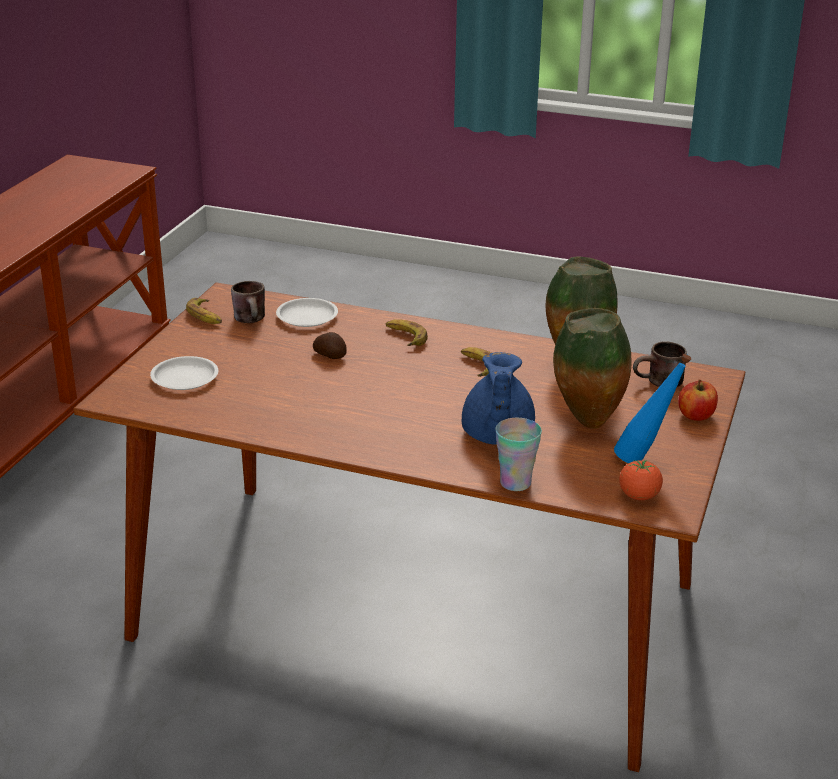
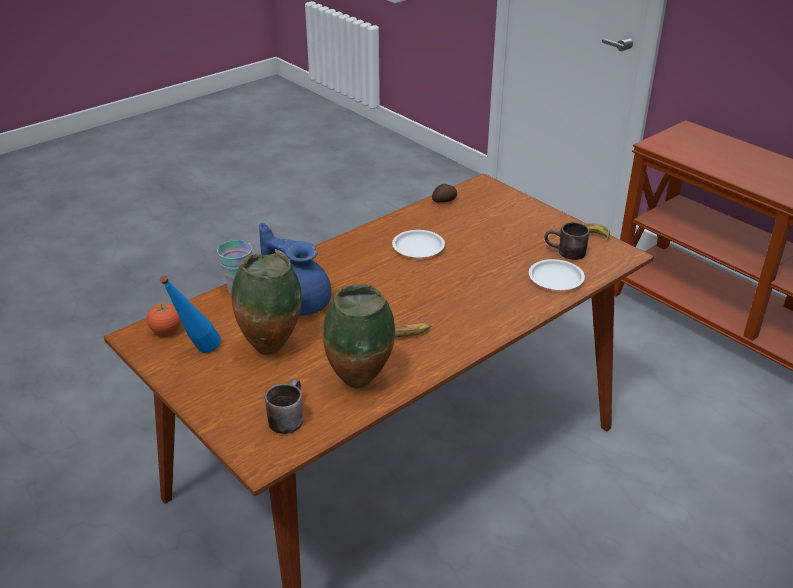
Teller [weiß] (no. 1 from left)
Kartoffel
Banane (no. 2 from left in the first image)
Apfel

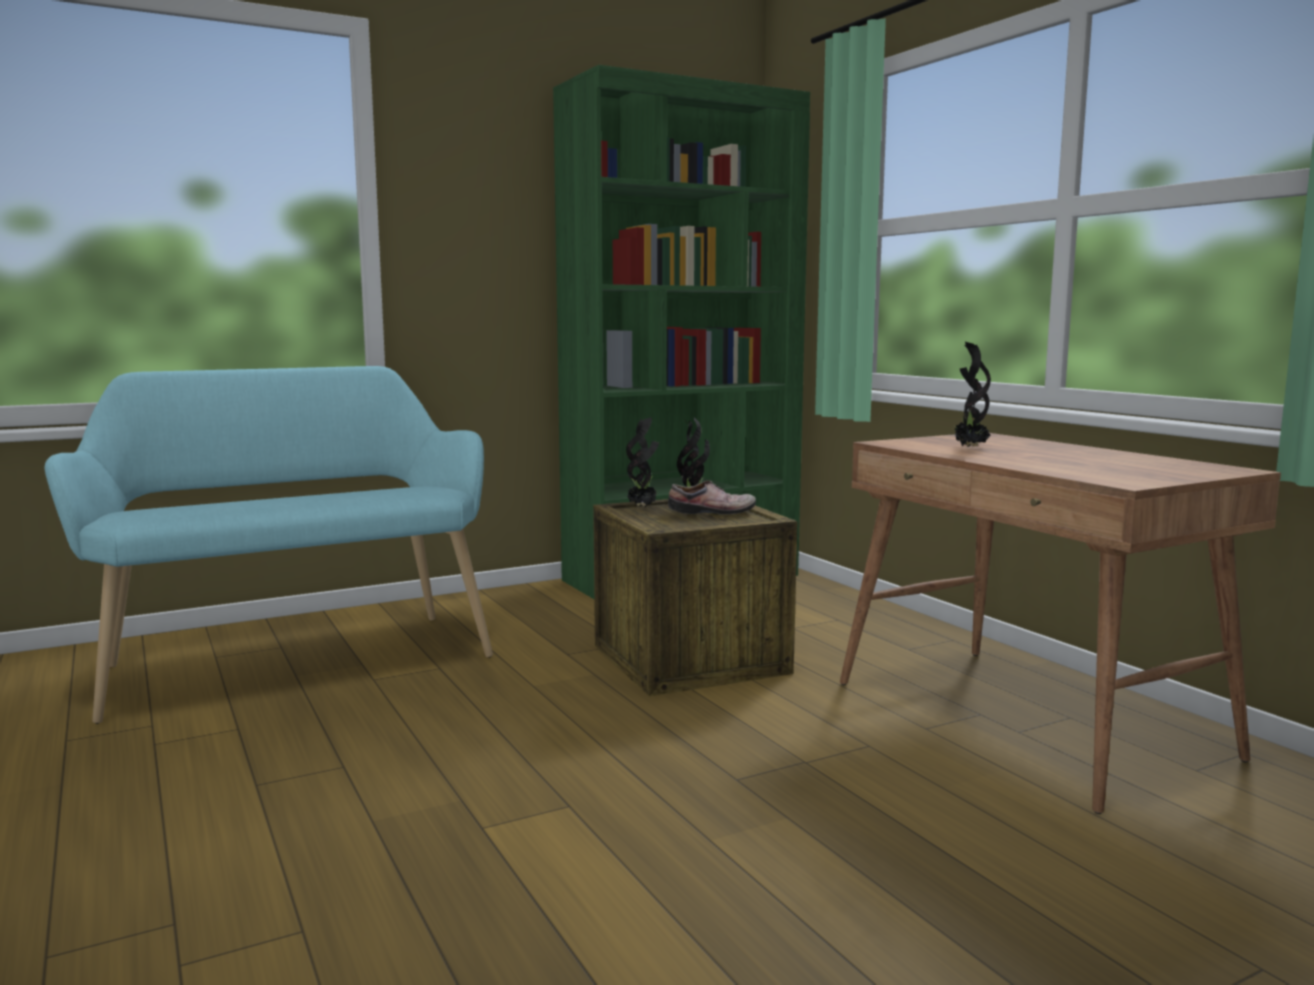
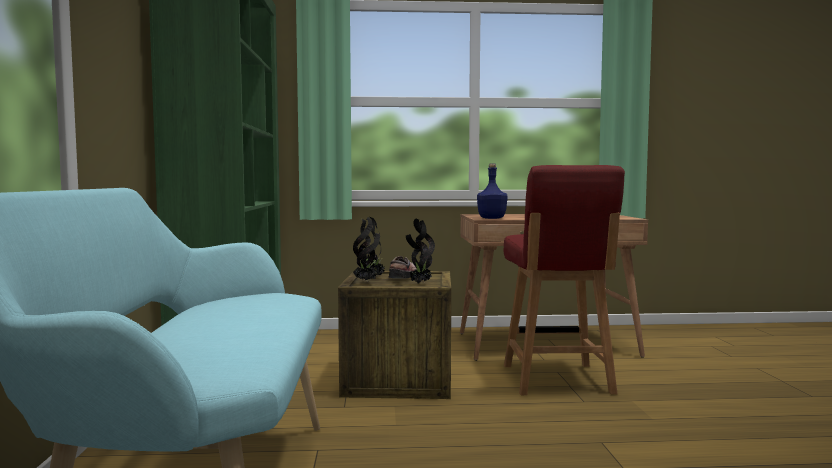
Topfpflanze (no. 3 from left)
Flasche [blau]
Stuhl [rot]

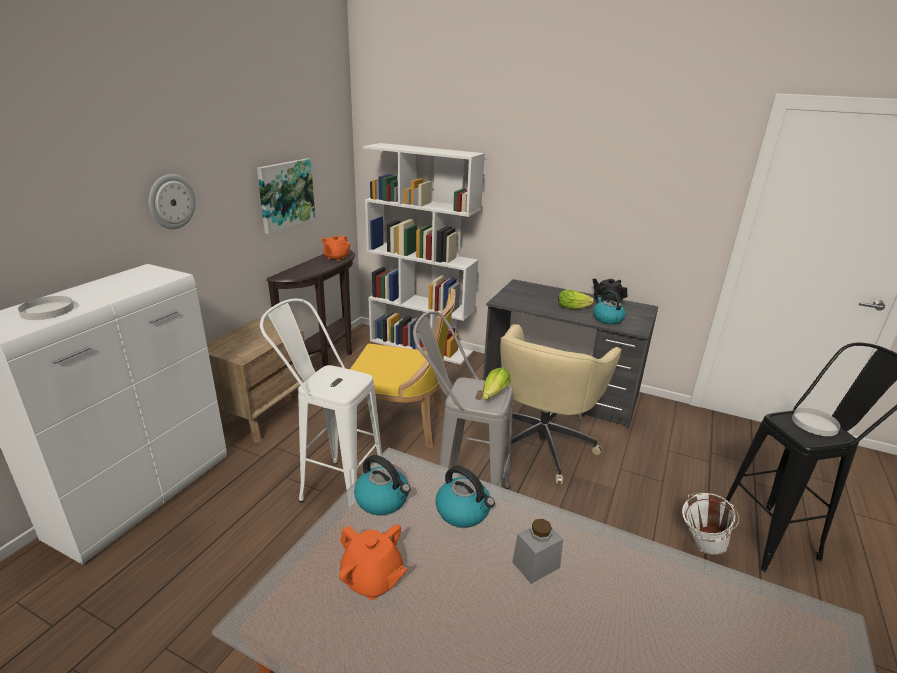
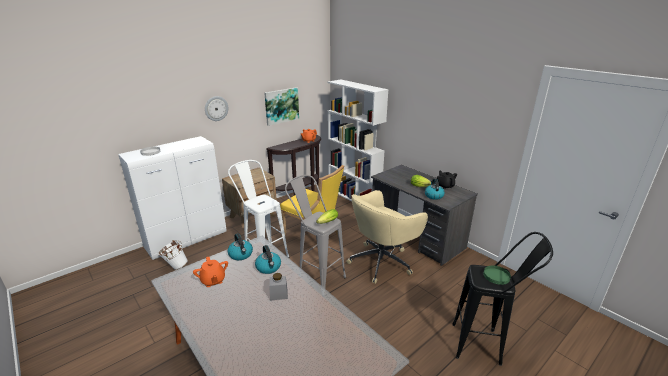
Eimer [weiß]
Teller [grün]

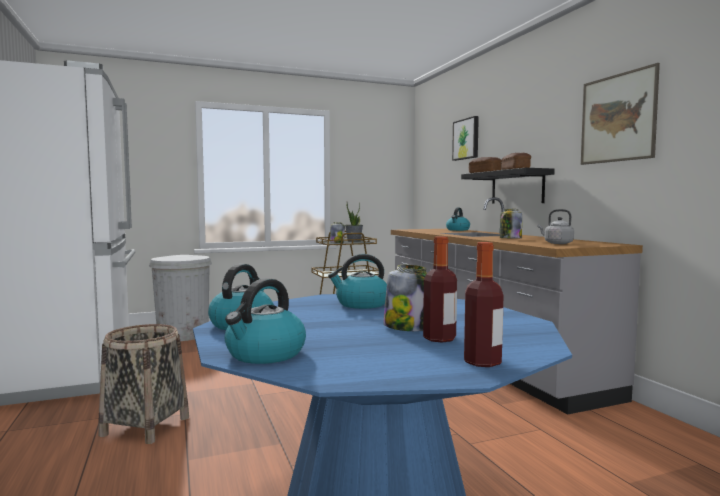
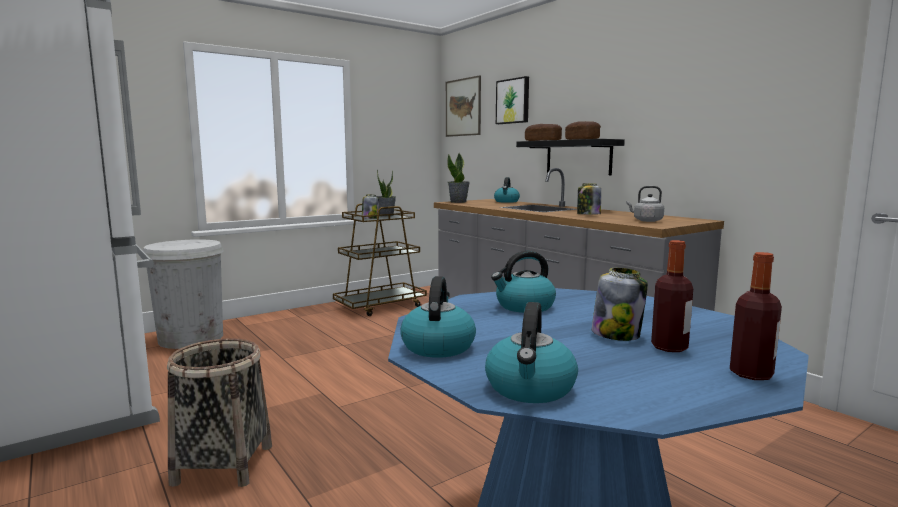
Bild (no. 1 from left)
Topfpflanze (no. 2 from left)

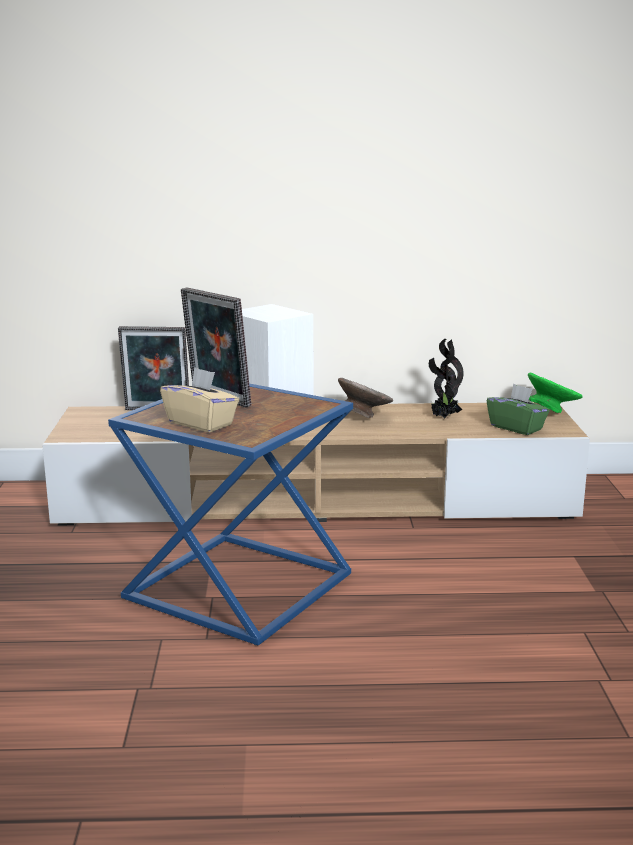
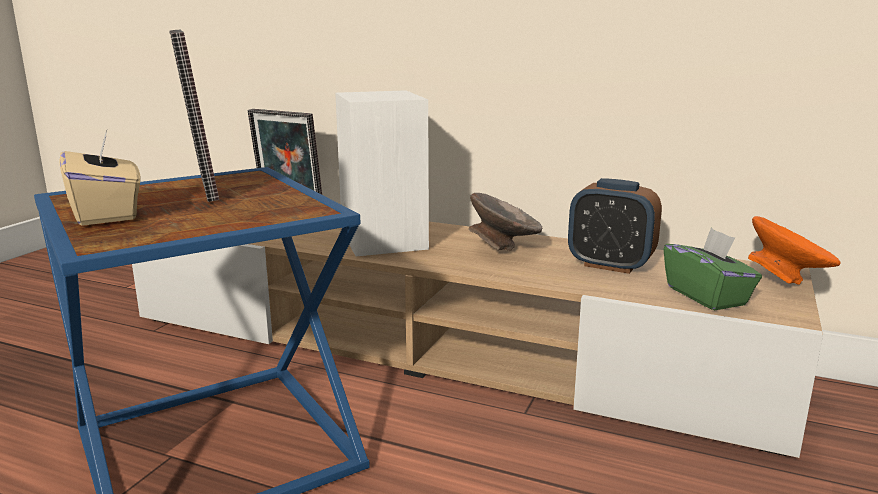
Wecker
Schüssel [orange]

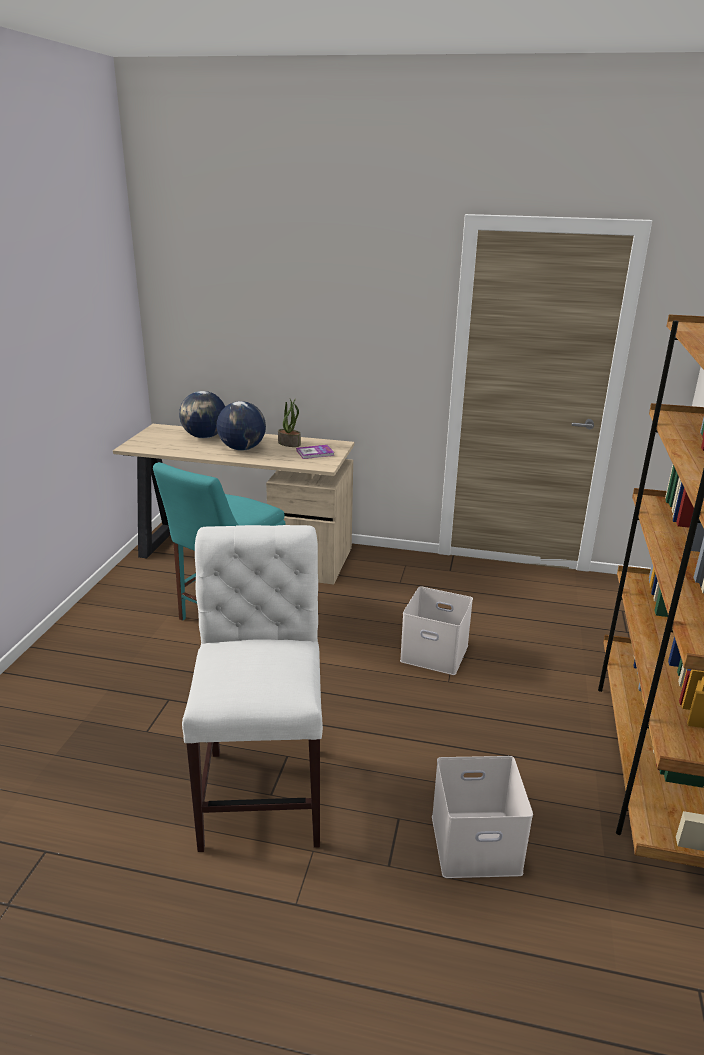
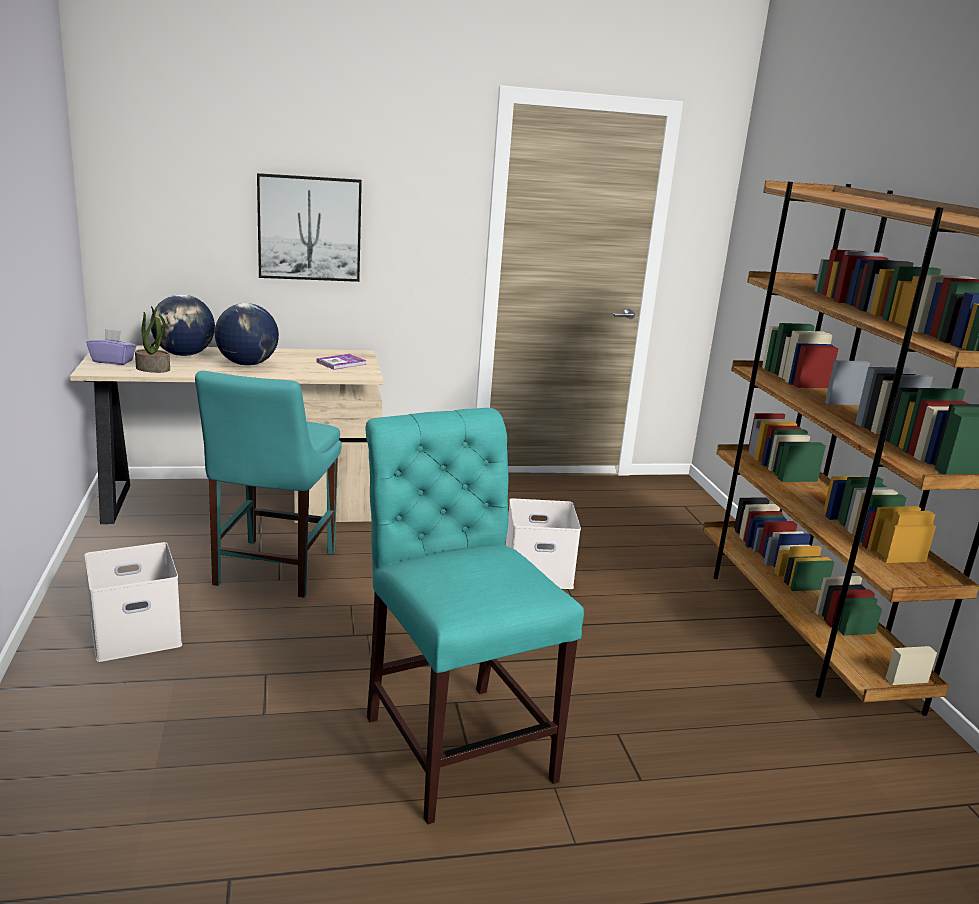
Stuhl [türkis] (no. 2 from left)
Topfpflanze
Aufbewahrungsbox [weiß] (no. 1 from left)
Taschentuchbox [lila]
Bild

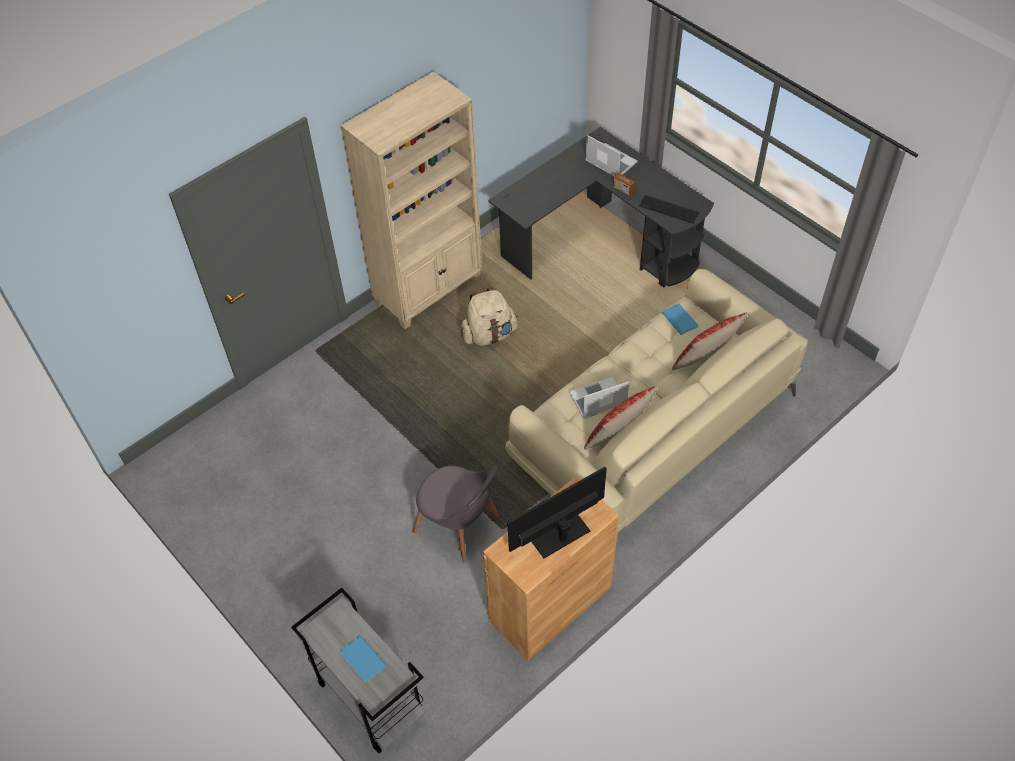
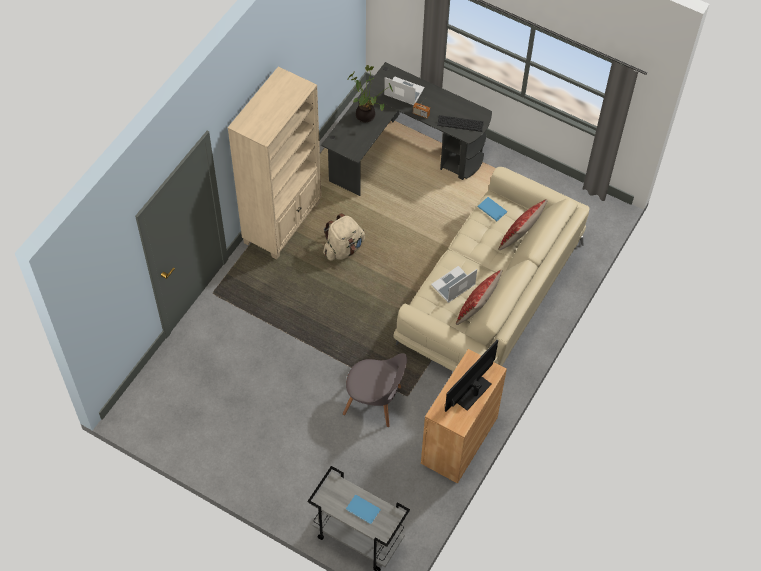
Topfpflanze

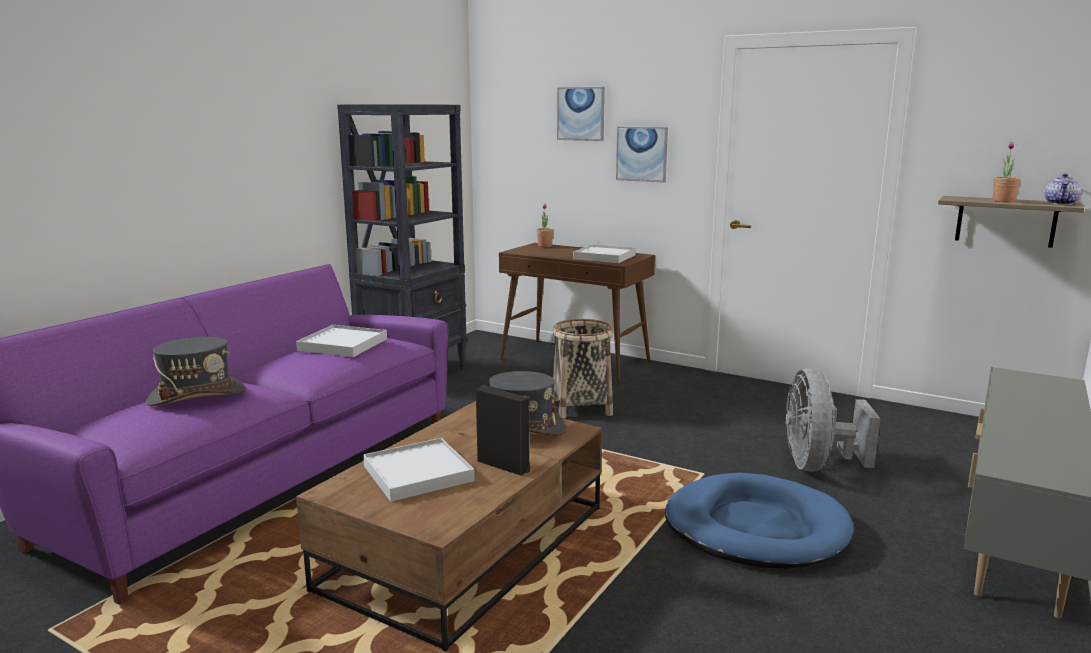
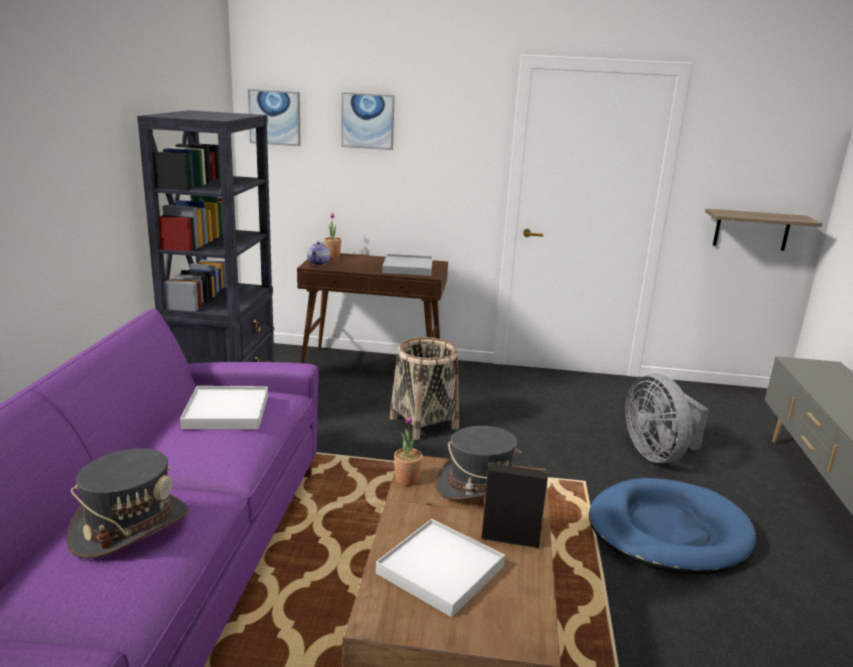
Bild (no. 1 from left)
Topfpflanze (no. 2 from left)
Teekanne

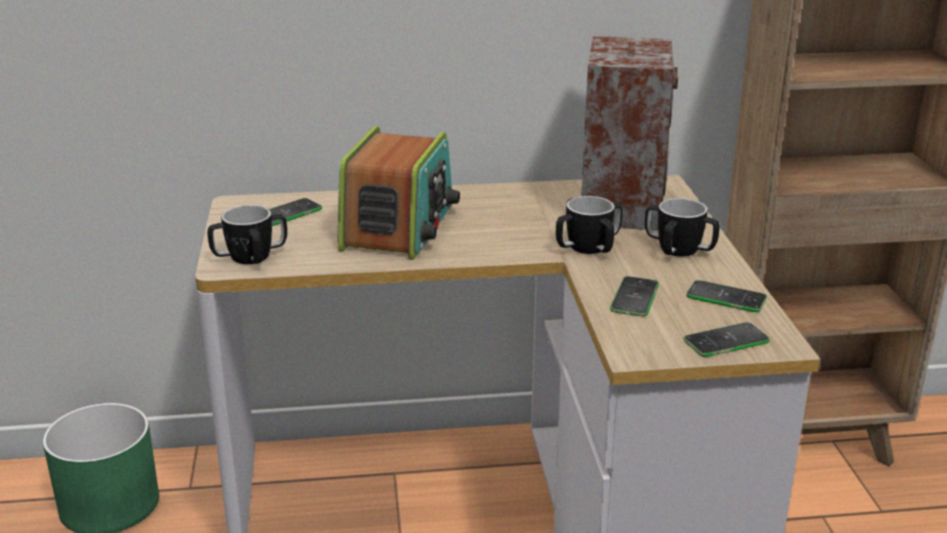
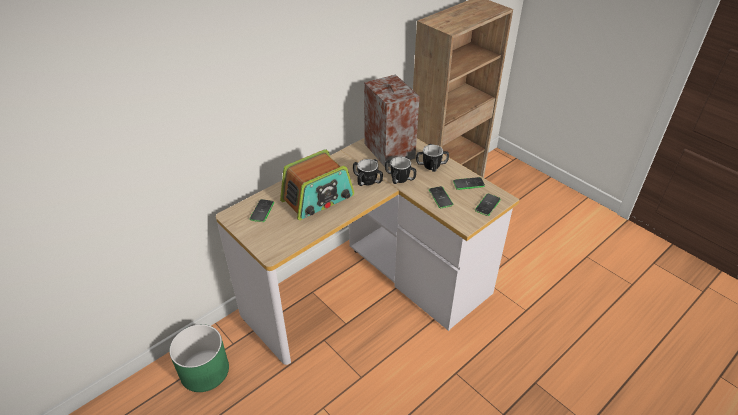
Henkelbecher (no. 1 from left)
Radio

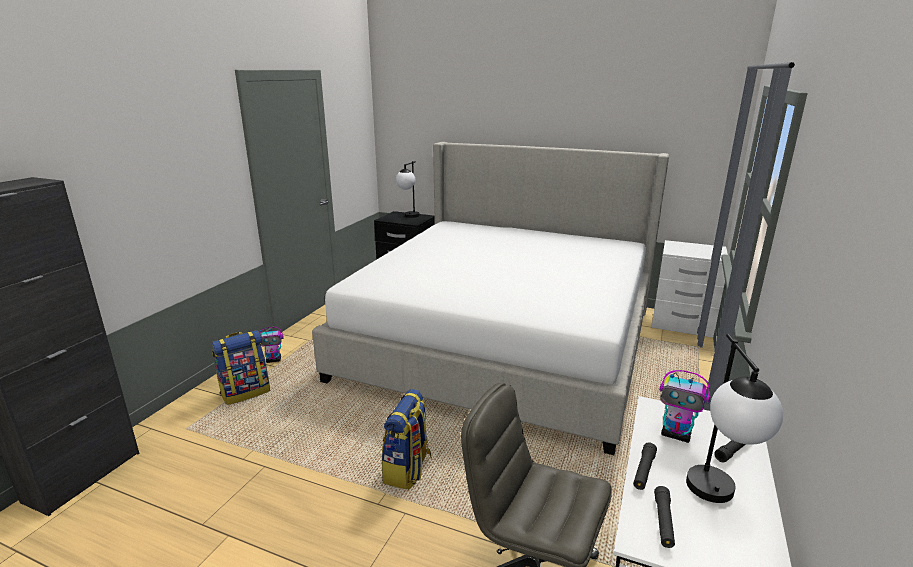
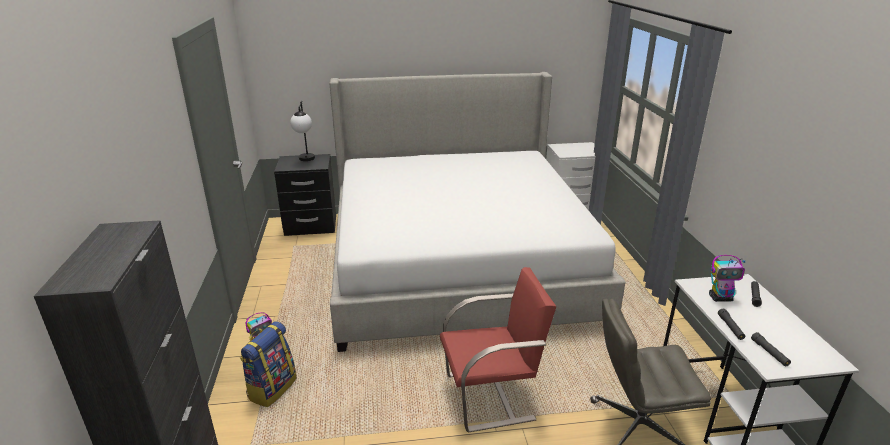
Stuhl [rot]
Tischlampe (no. 2 from left in the first image)

